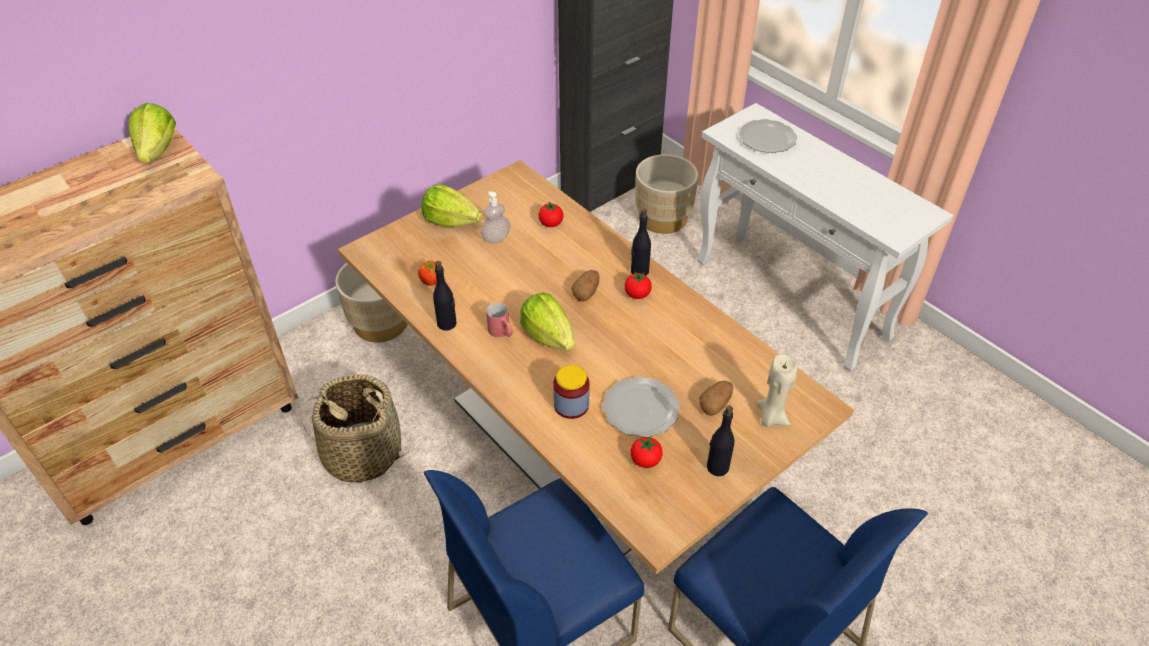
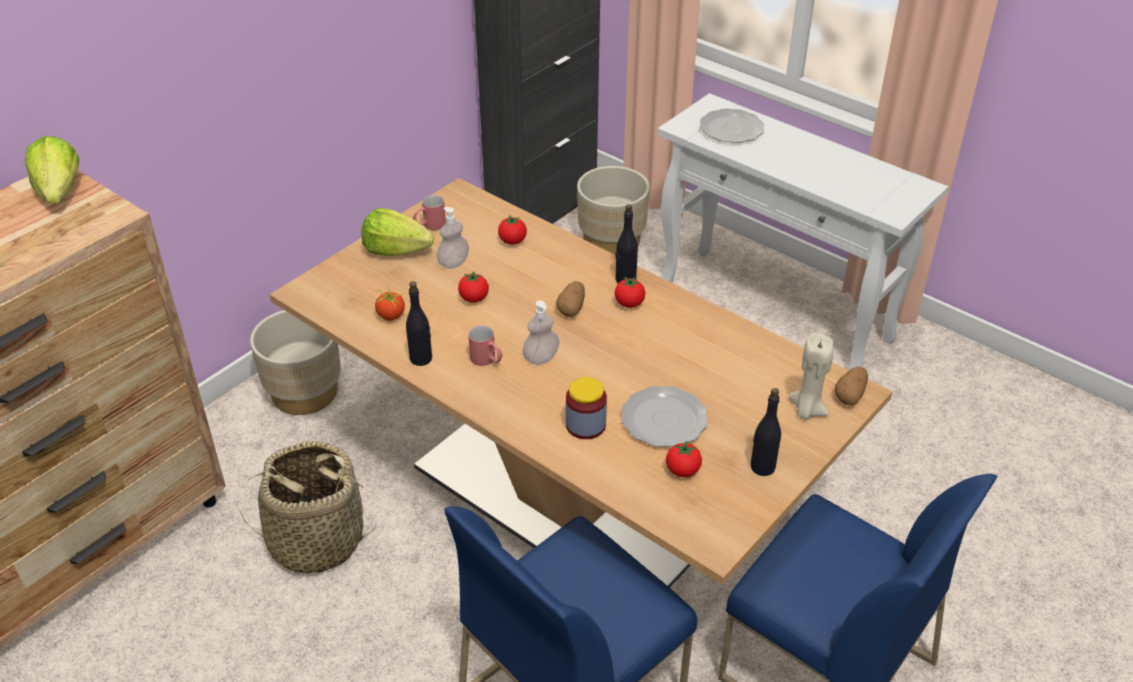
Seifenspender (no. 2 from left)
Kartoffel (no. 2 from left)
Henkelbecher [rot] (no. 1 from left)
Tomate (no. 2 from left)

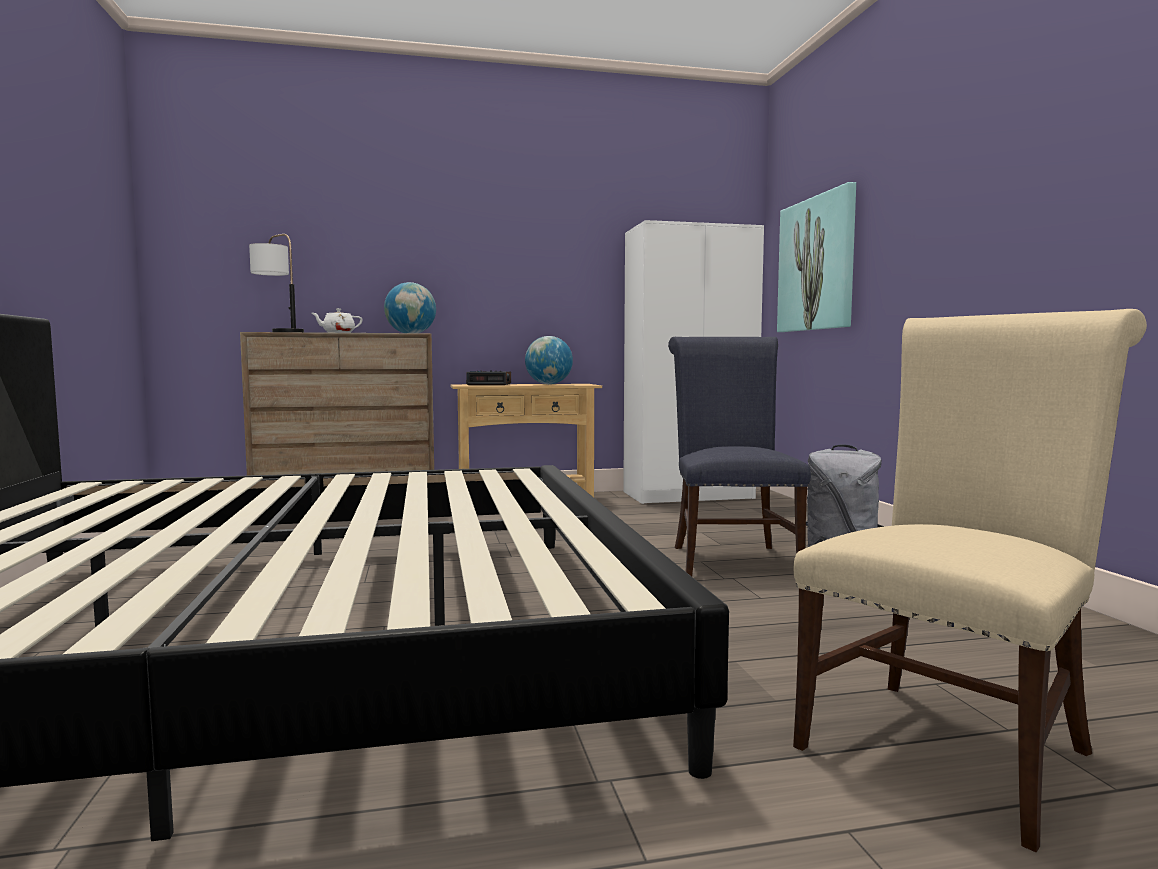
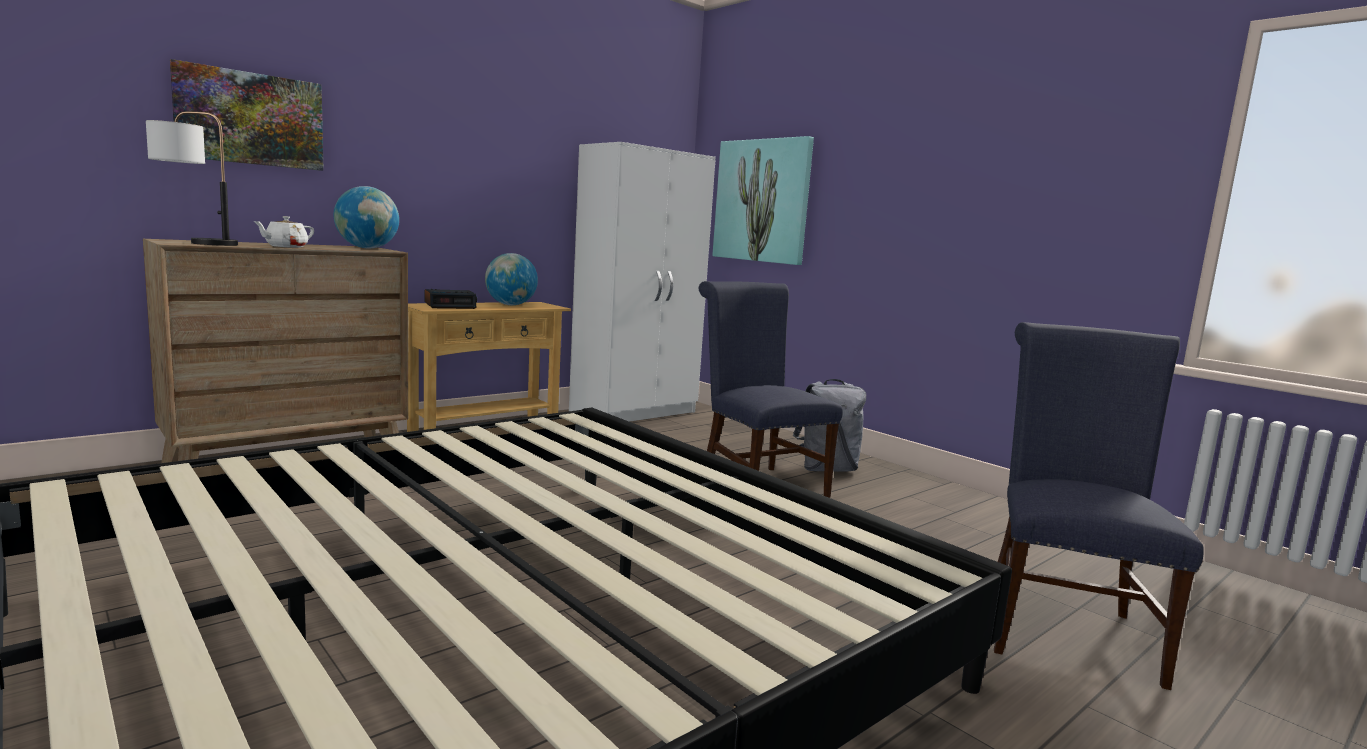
Stuhl [blau] (no. 2 from left)
Bild (no. 1 from left)

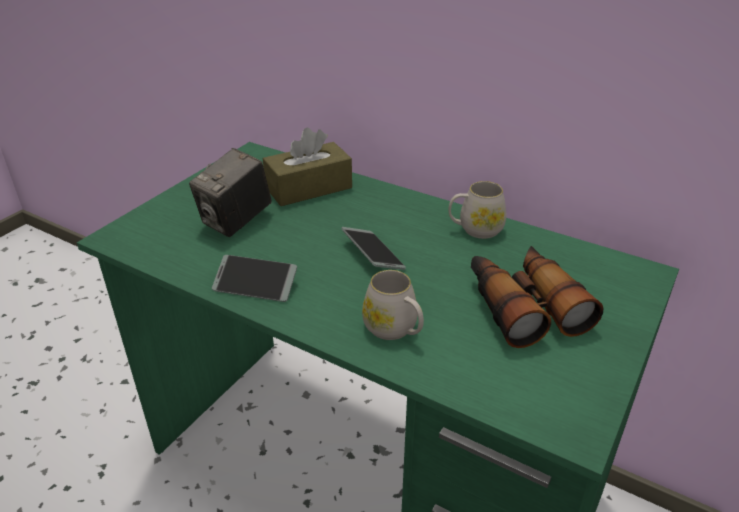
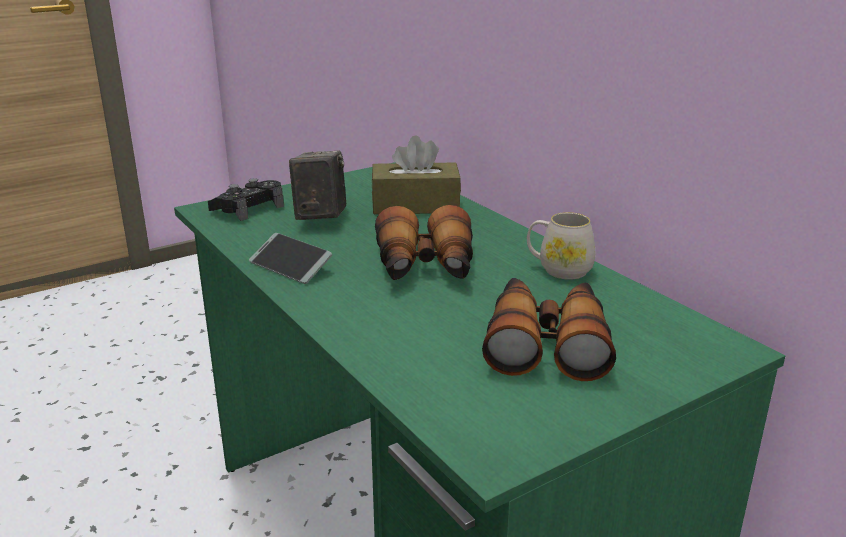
Kamera
Fernglas (no. 1 from left)
Henkelbecher [weiß] (no. 1 from left in the first image)
Gamepad [schwarz]

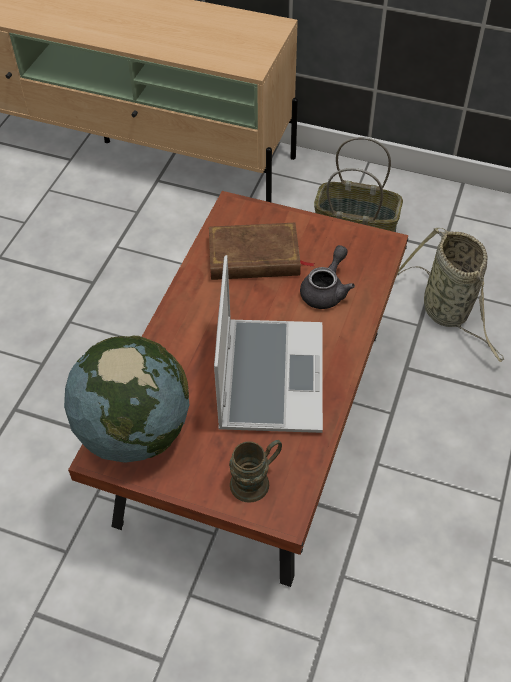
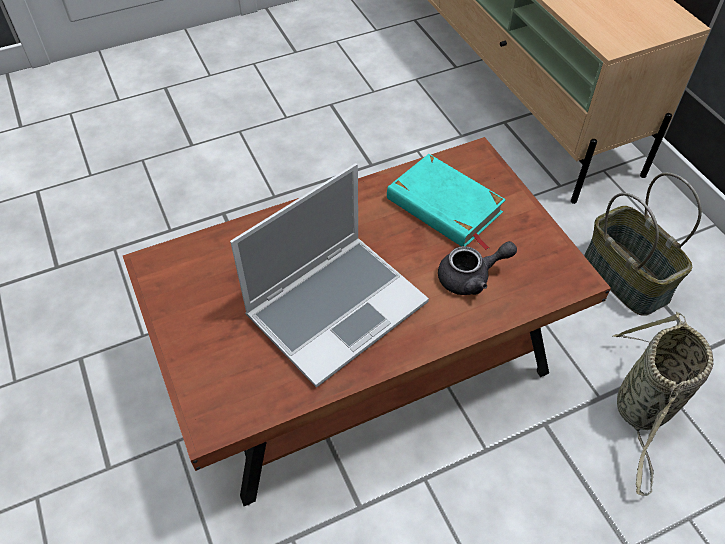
Globus
Buch [türkis]
Henkelbecher [braun]

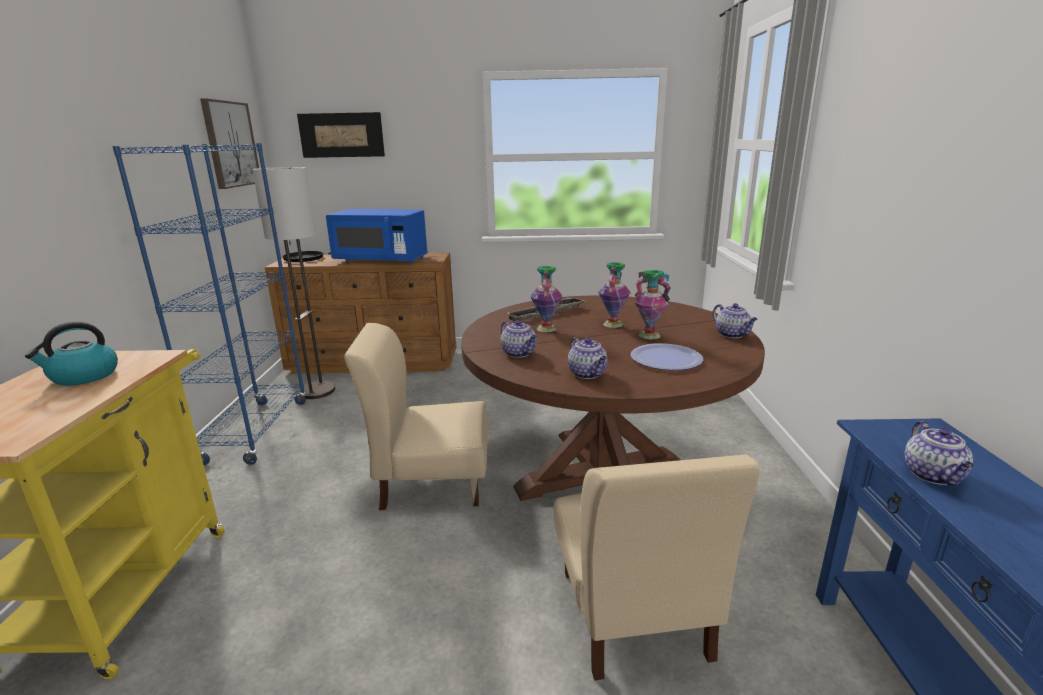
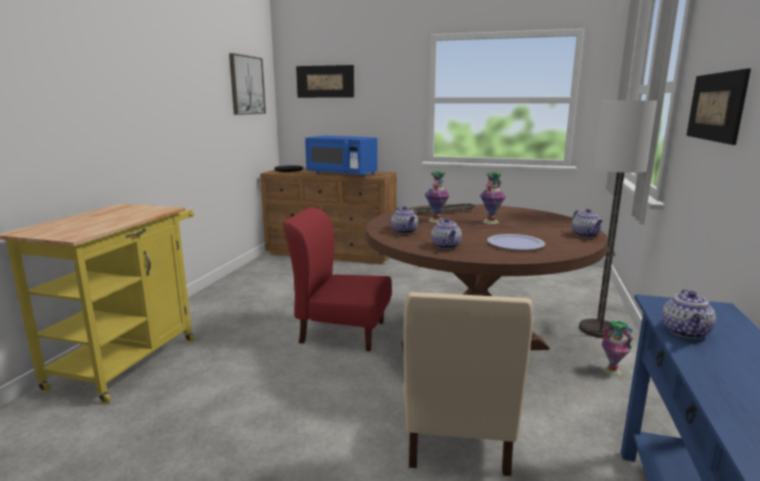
Wasserkessel
Bücherregal [blau]
Stehlampe
Stuhl [rot]
Vase (no. 3 from left)
Bild (no. 3 from left)

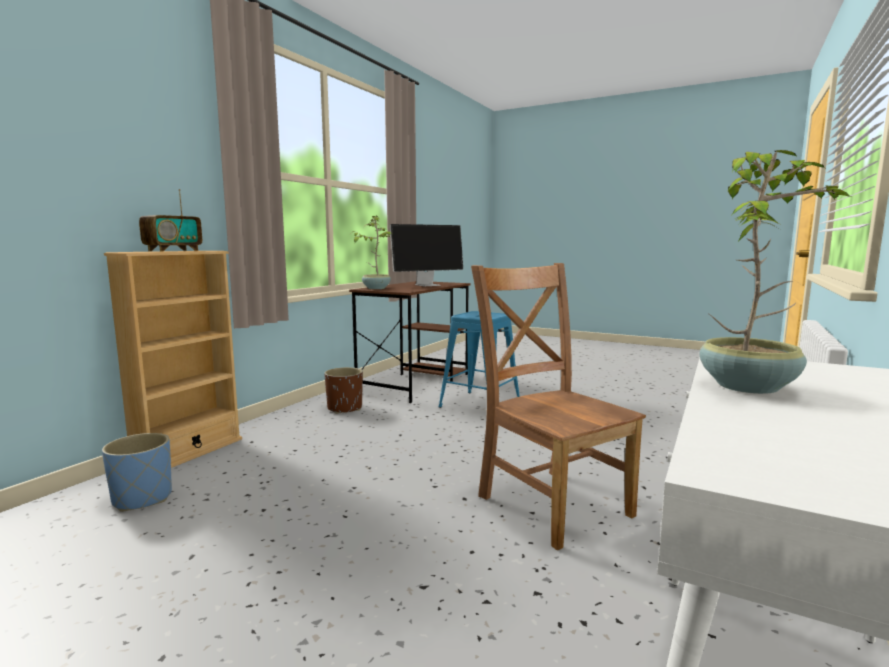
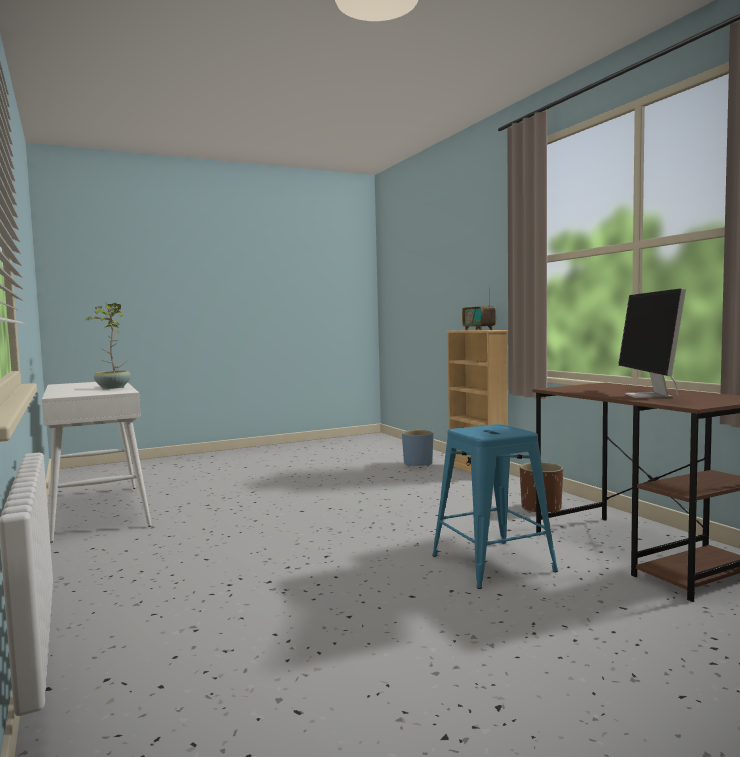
Topfpflanze (no. 1 from left in the first image)
Stuhl [braun]

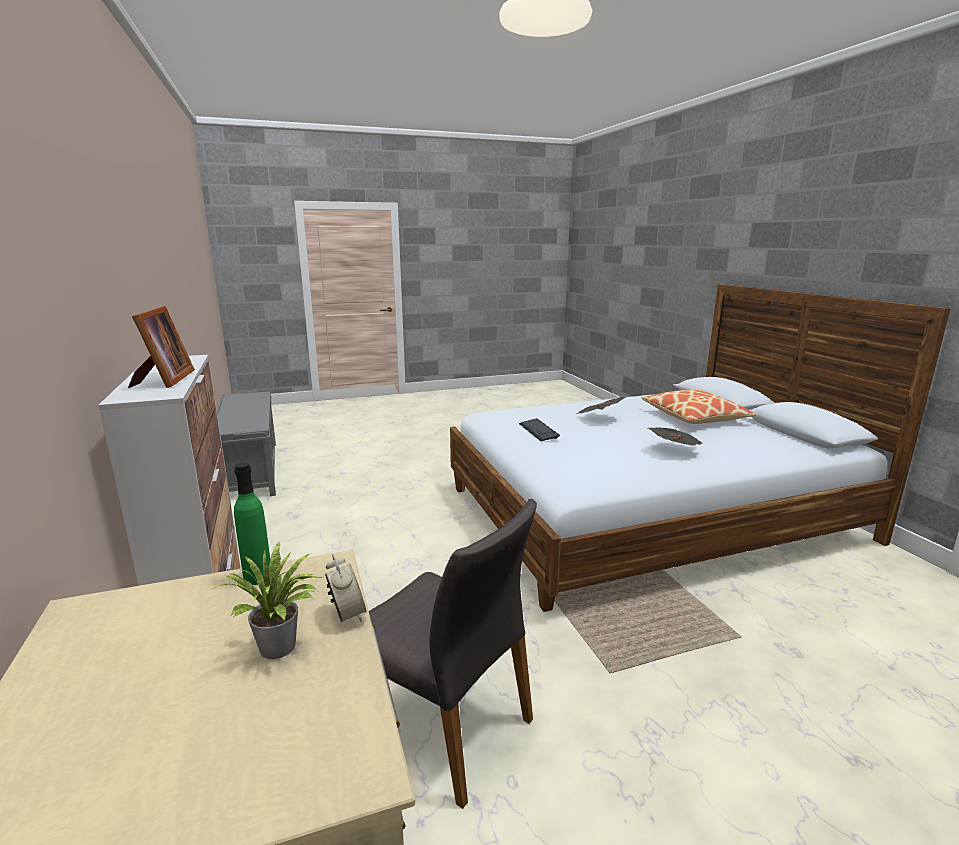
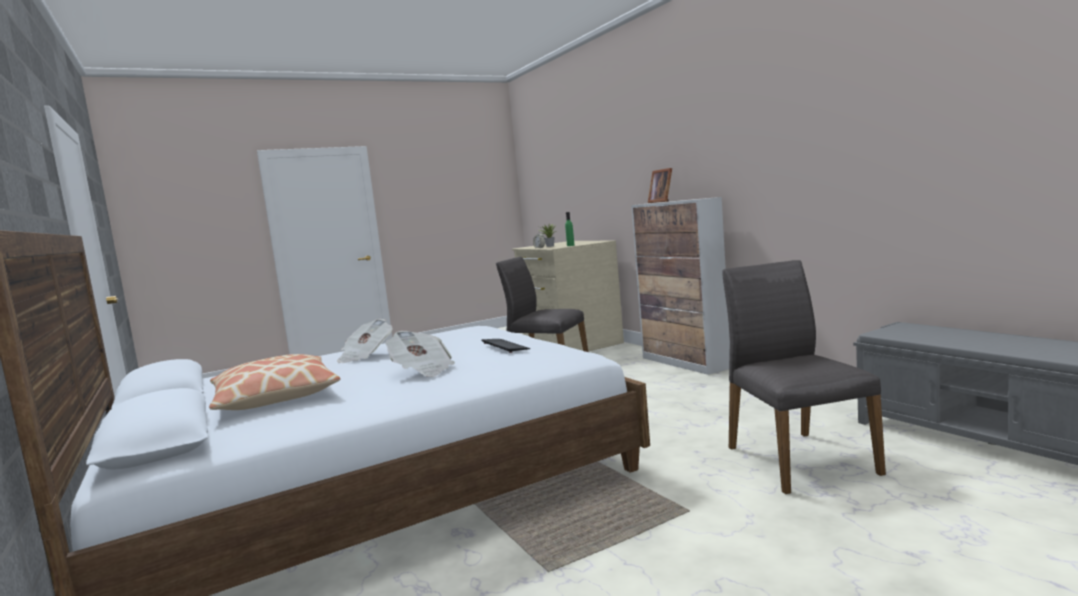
Stuhl [grau] (no. 2 from left)

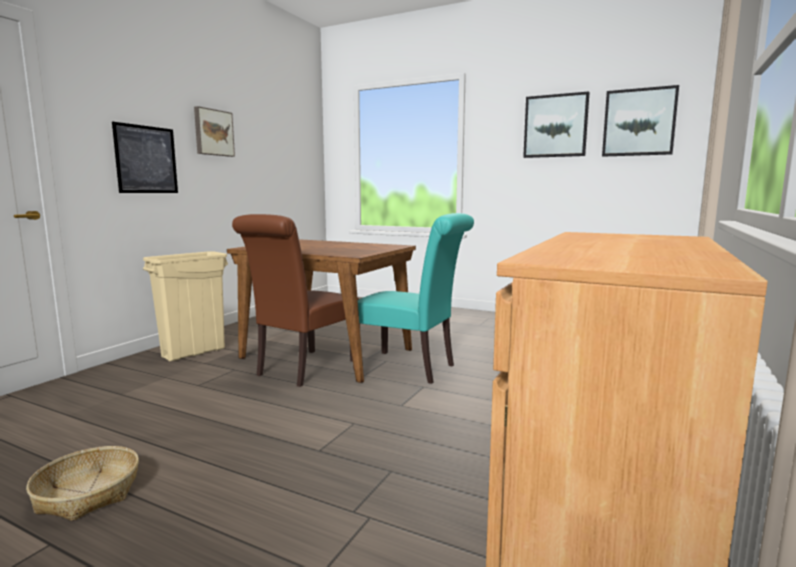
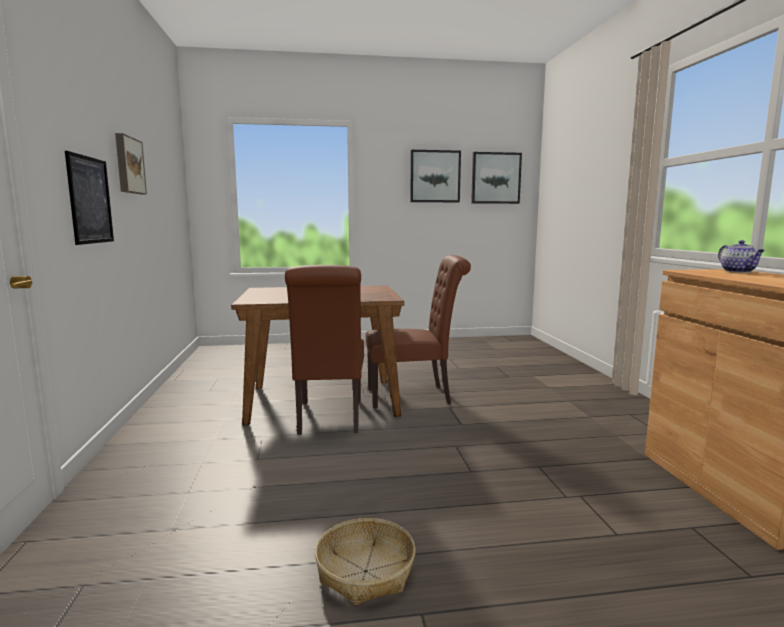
Mülleimer [beige]
Stuhl [braun] (no. 2 from left)
Teekanne

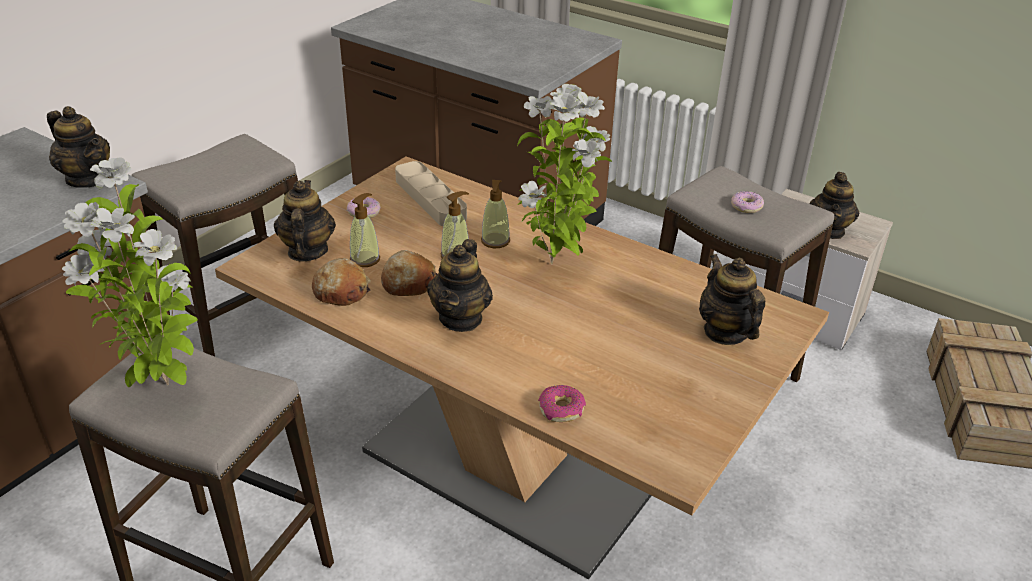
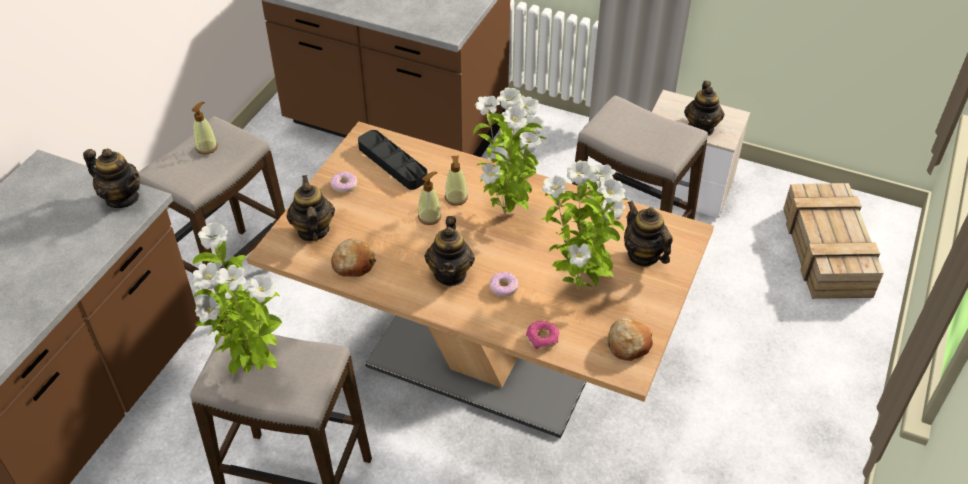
Seifenspender (no. 1 from left)
Brot (no. 2 from left)
Tablett [schwarz]
Donut (no. 2 from left)
Topfpflanze (no. 3 from left)

